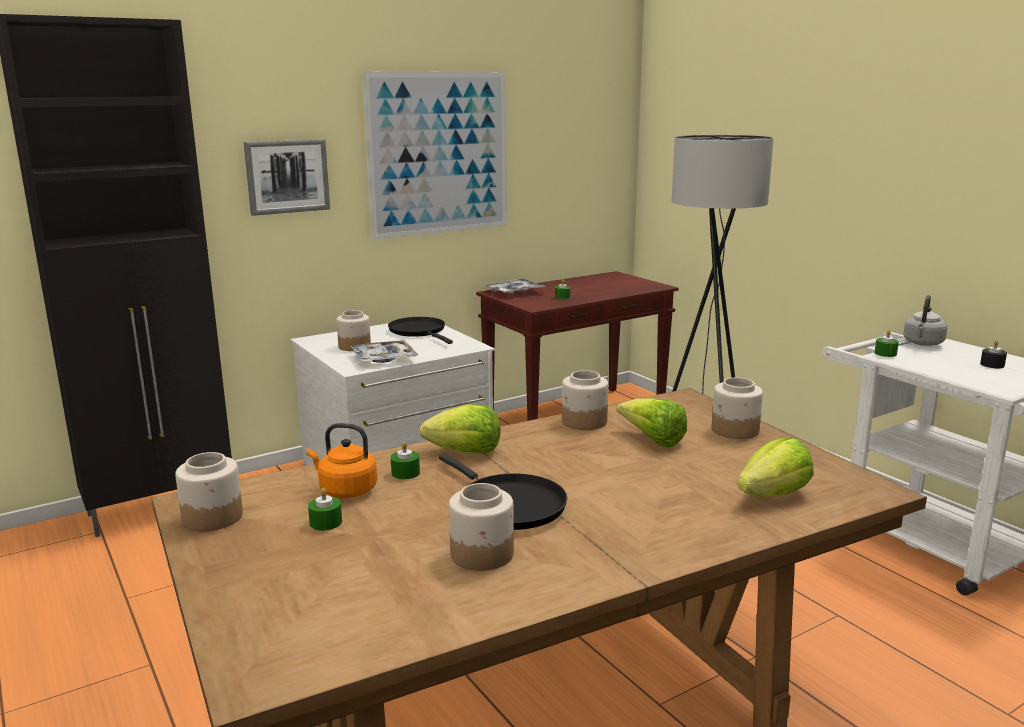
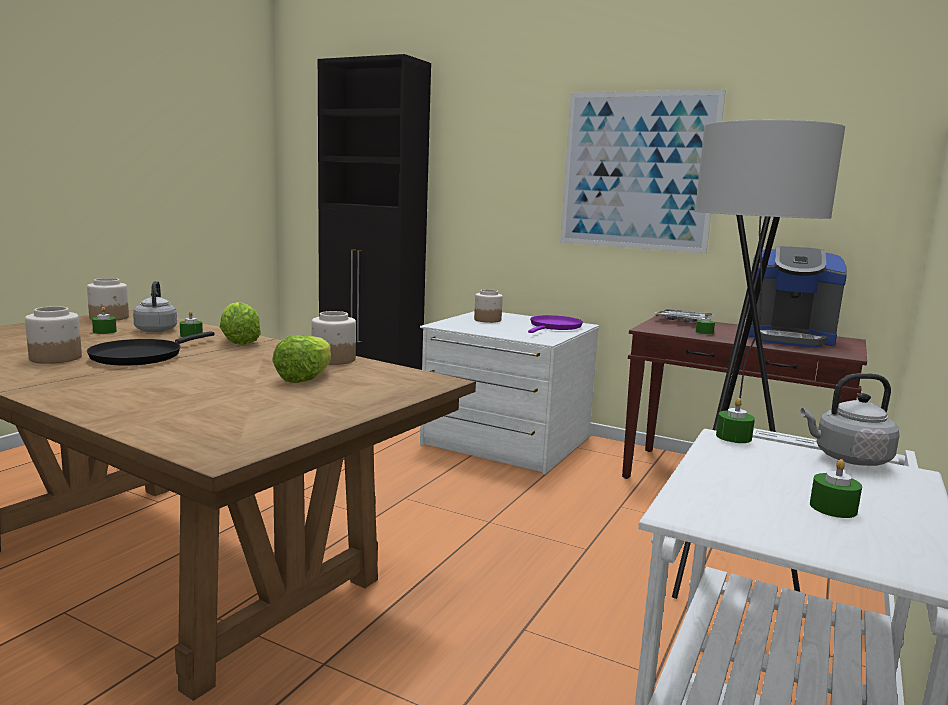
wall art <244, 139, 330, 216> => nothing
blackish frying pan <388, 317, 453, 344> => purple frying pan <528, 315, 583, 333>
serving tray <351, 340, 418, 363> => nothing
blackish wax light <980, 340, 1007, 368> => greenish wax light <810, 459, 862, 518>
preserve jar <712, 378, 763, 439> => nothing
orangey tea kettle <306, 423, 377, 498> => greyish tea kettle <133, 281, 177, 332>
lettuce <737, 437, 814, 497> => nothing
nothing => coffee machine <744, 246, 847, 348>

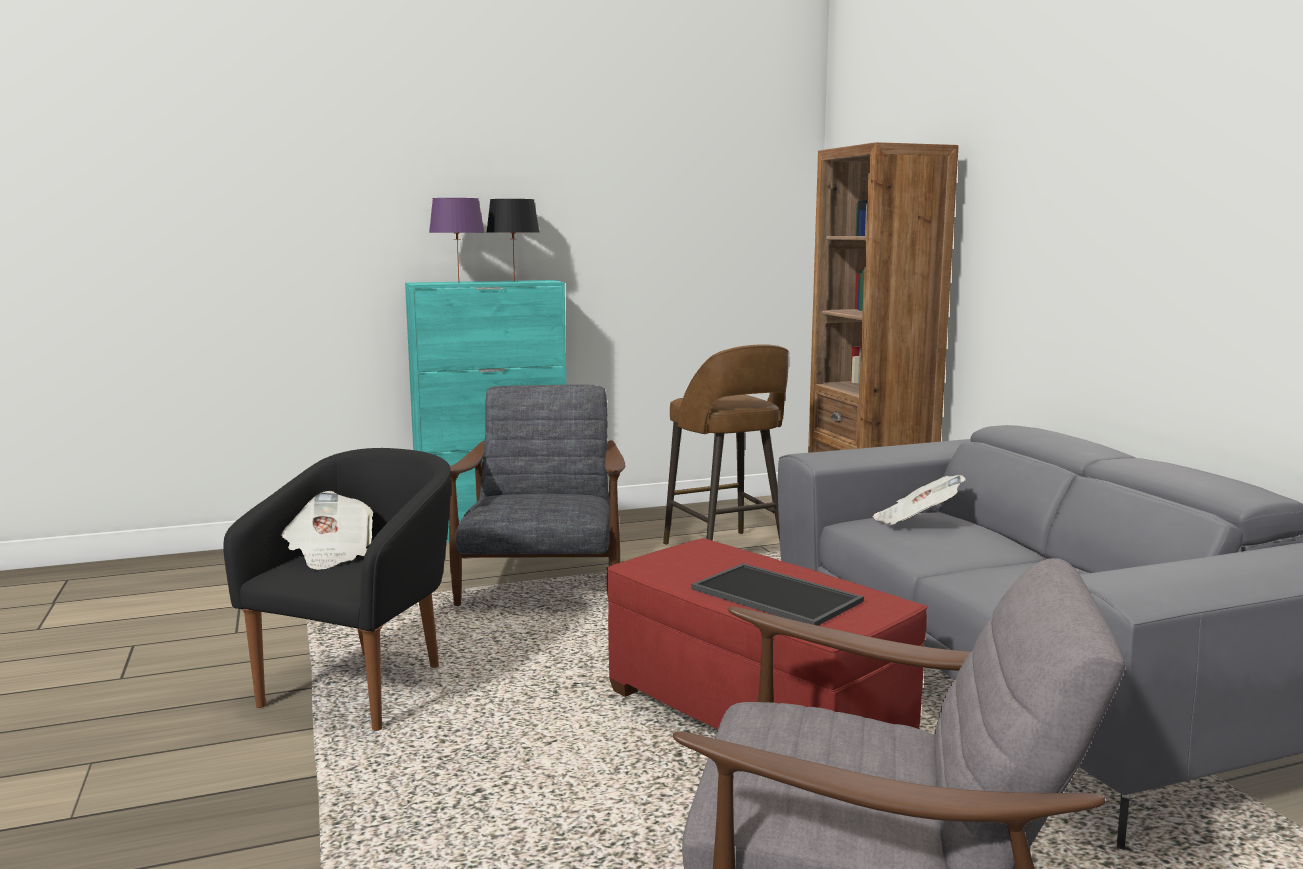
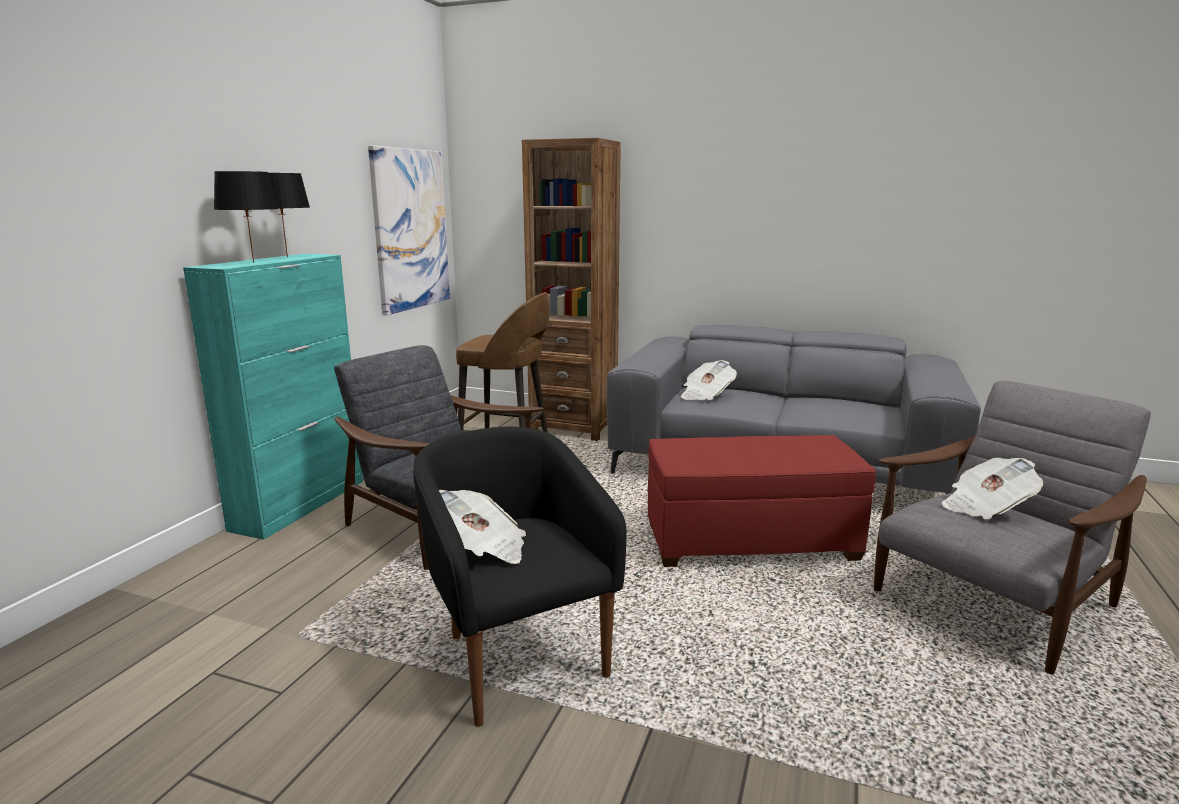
purple table lamp <429, 198, 485, 282> => blackish table lamp <214, 171, 278, 263>
serving tray <691, 563, 864, 626> => nothing
nothing => wall art <368, 145, 450, 315>
nothing => daily paper <942, 458, 1043, 519>

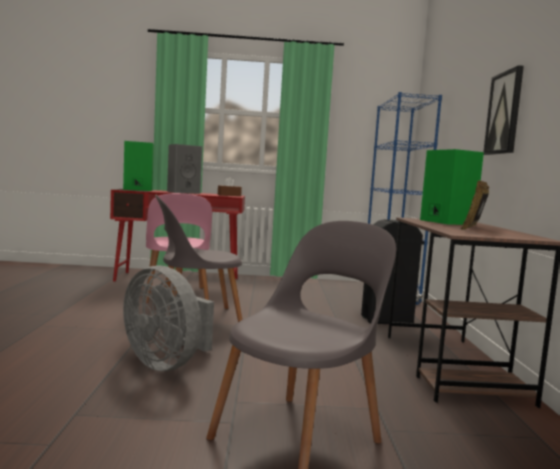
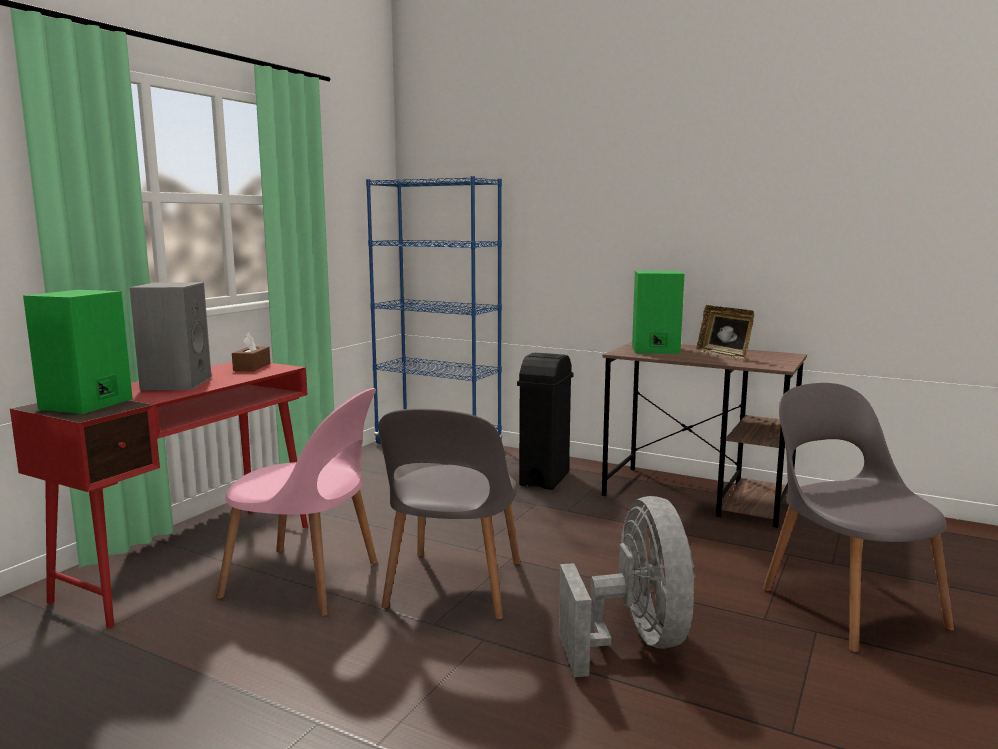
wall art <483, 65, 524, 155> => nothing
greyish fan <123, 265, 214, 371> => greyish fan <559, 496, 695, 677>, 75 degrees counterclockwise

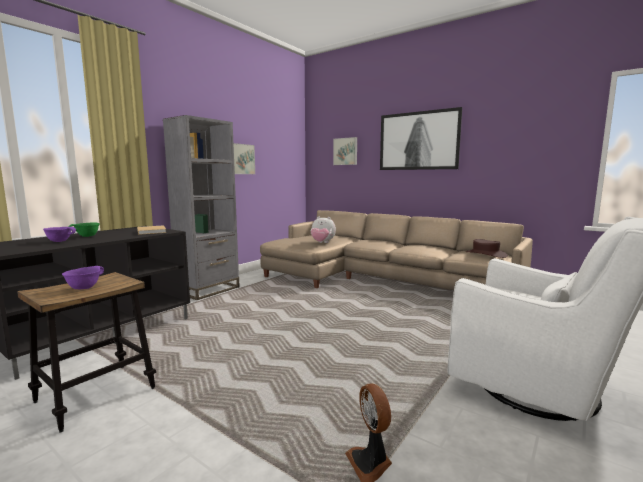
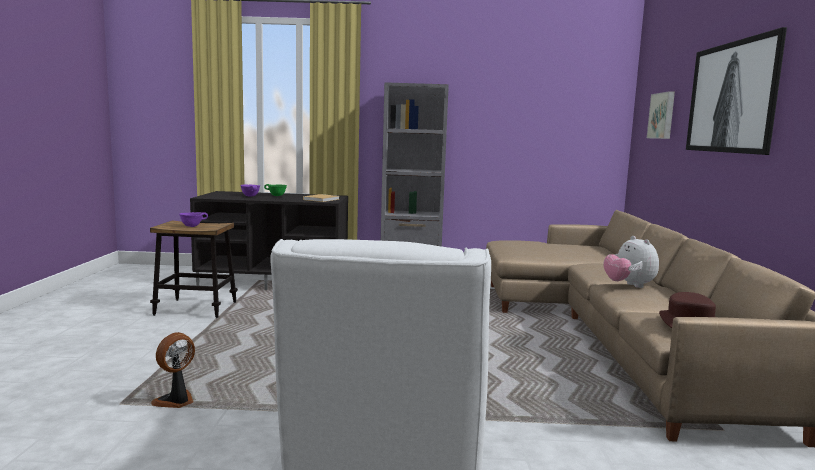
wall art <233, 143, 255, 174> => nothing
cuddly toy <311, 216, 336, 243> => cuddly toy <603, 236, 659, 288>, moved

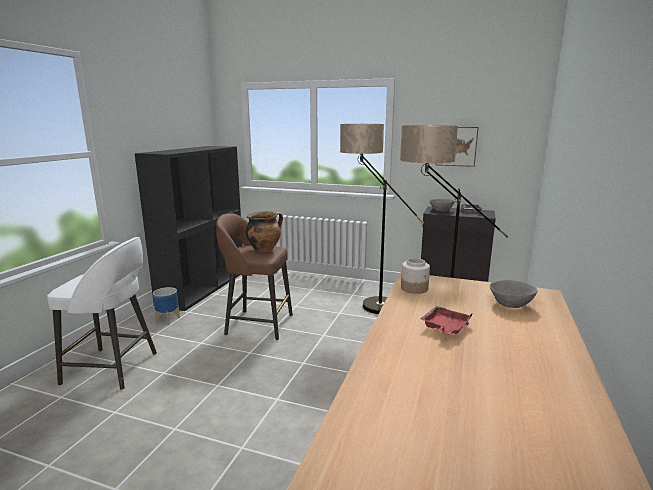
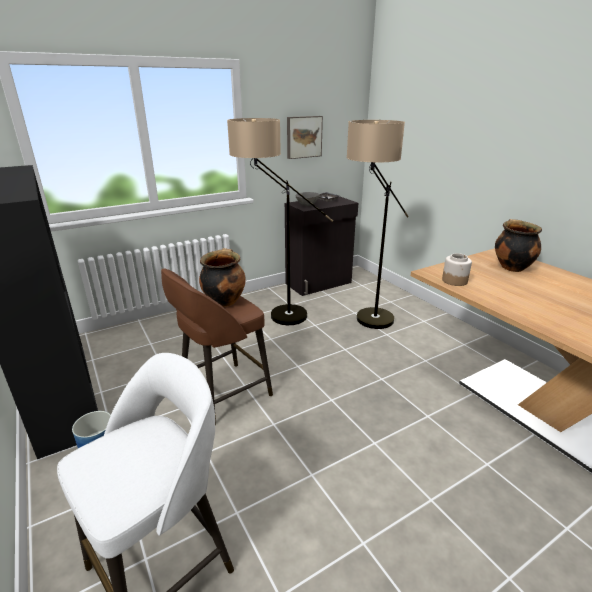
greyish deep dish <490, 280, 538, 308> => stockpot <495, 219, 542, 272>
red-coloured serving tray <420, 306, 473, 334> => nothing

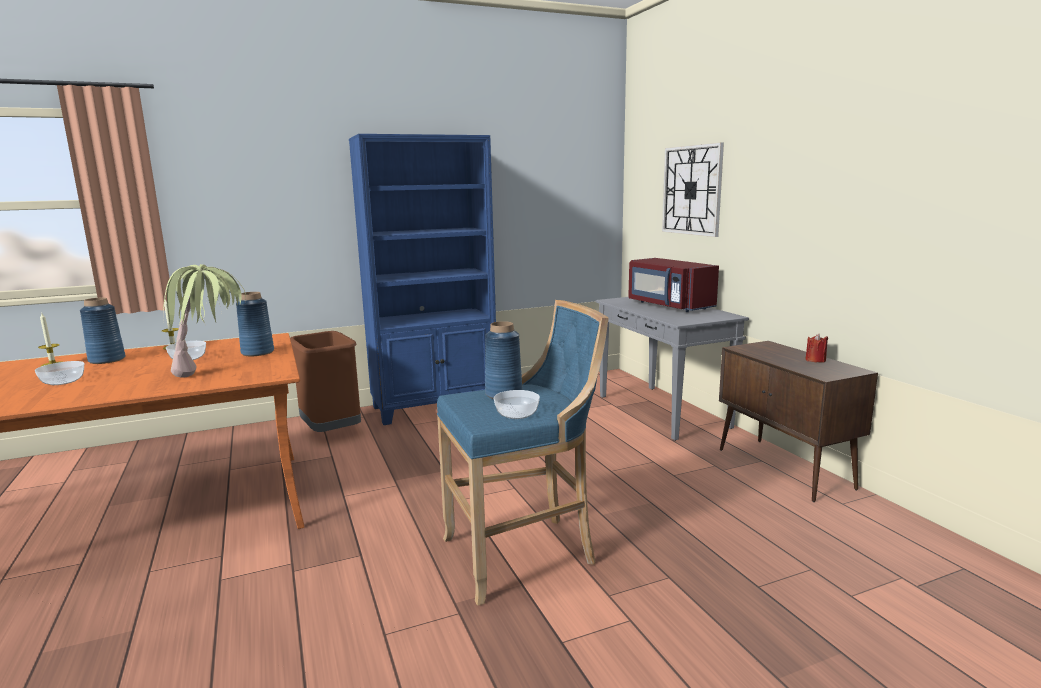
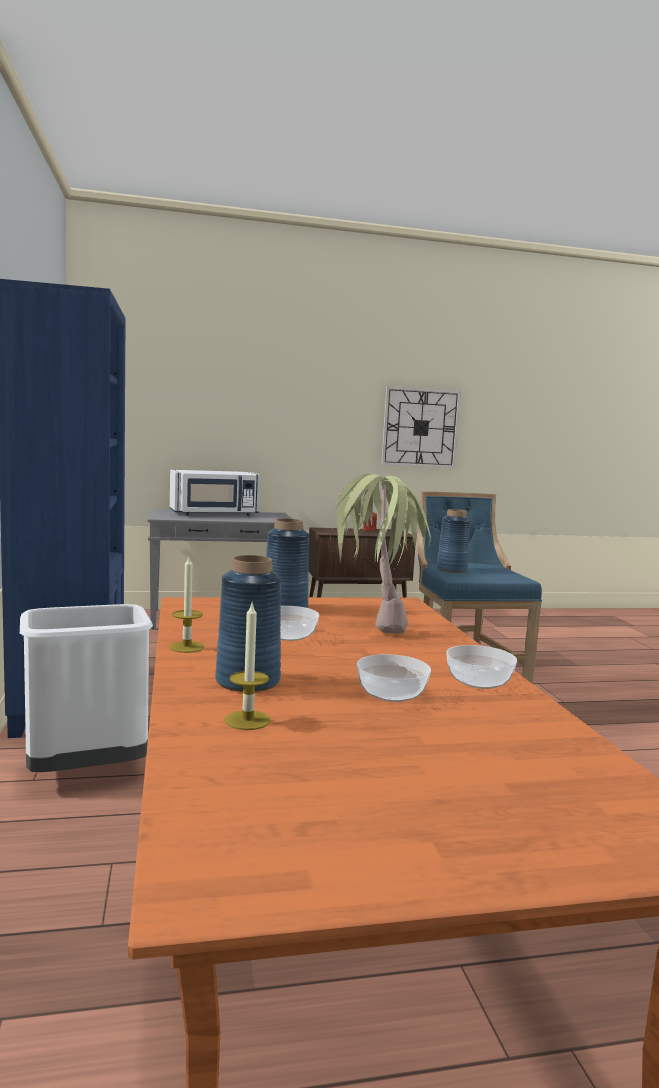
hanging clock <662, 142, 724, 237> => hanging clock <381, 386, 461, 468>, moved
red-coloured kitchen microwave <628, 258, 719, 312> => white kitchen microwave <170, 470, 260, 516>
brown waste bin <290, 331, 361, 432> => white waste bin <20, 604, 153, 772>
deep dish <494, 390, 540, 419> => deep dish <446, 645, 517, 689>, moved

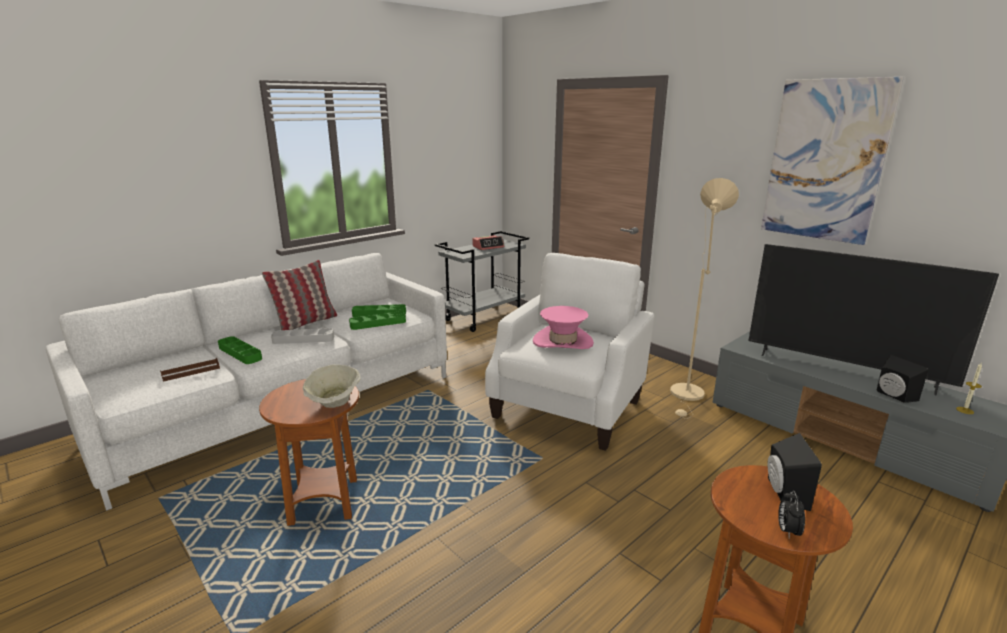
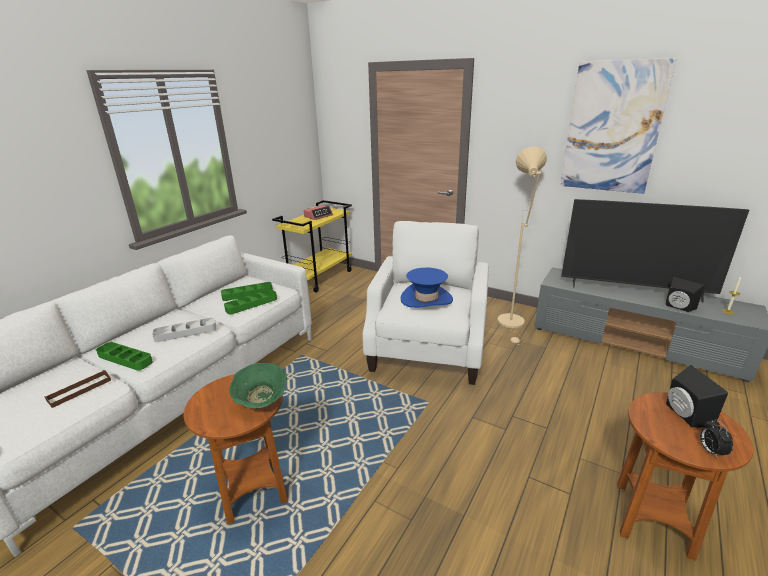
greyish cart <435, 231, 529, 332> => yellow-coloured cart <272, 200, 352, 292>
throw pillow <262, 260, 337, 330> => nothing
pinkish hat <533, 306, 594, 349> => blue hat <401, 268, 453, 308>
beige deep dish <303, 365, 360, 408> => greenish deep dish <229, 363, 287, 409>

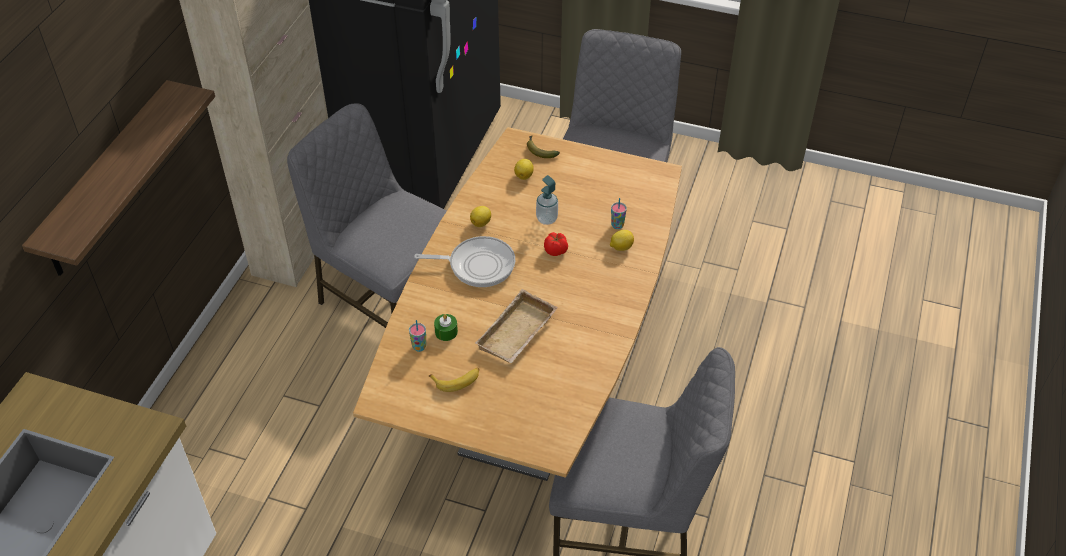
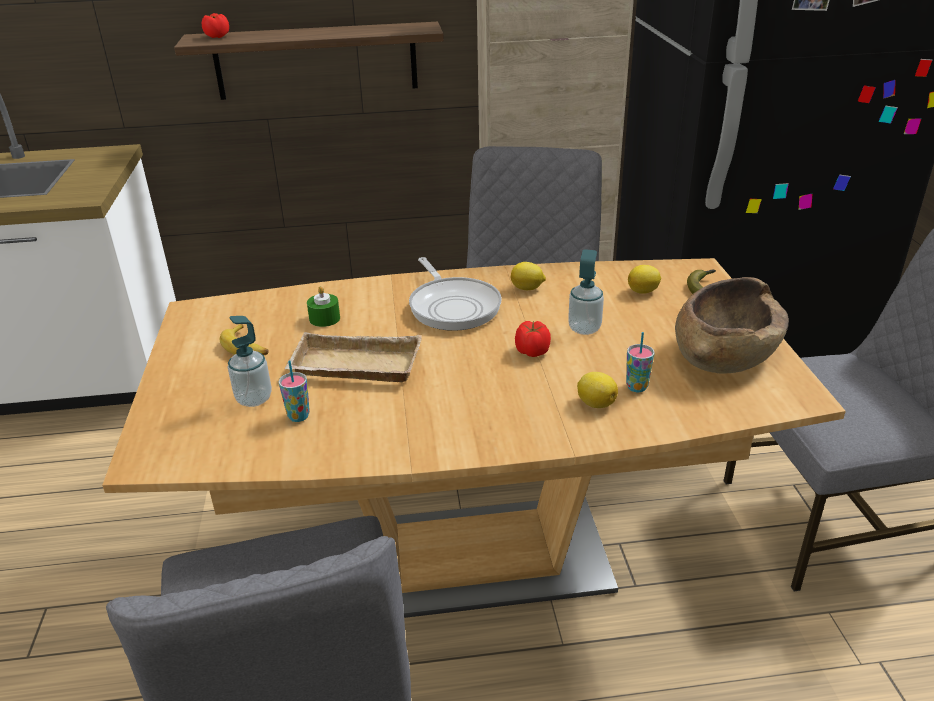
small cup <409, 320, 426, 352> => small cup <279, 360, 310, 422>, moved
nothing => fresh tomato <202, 13, 229, 38>
nothing => brown deep dish <675, 277, 789, 374>
nothing => soap bottle <228, 316, 272, 407>

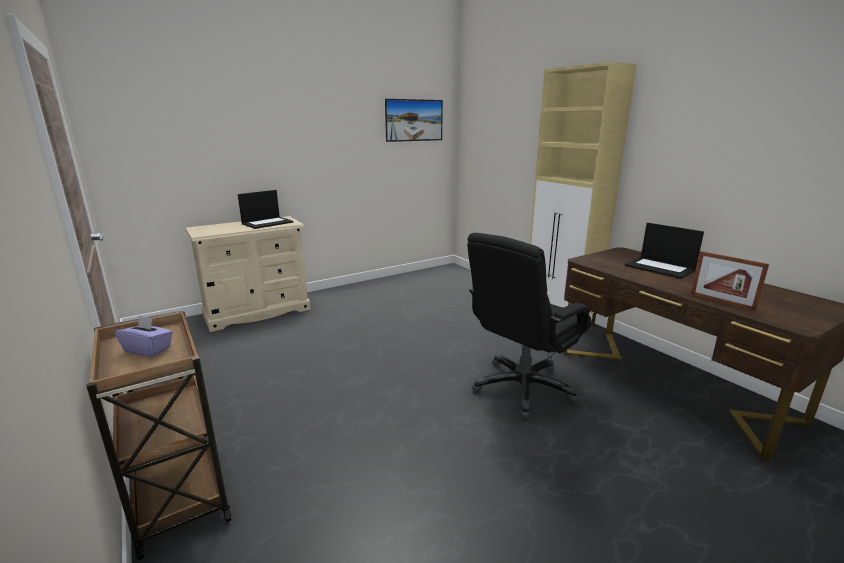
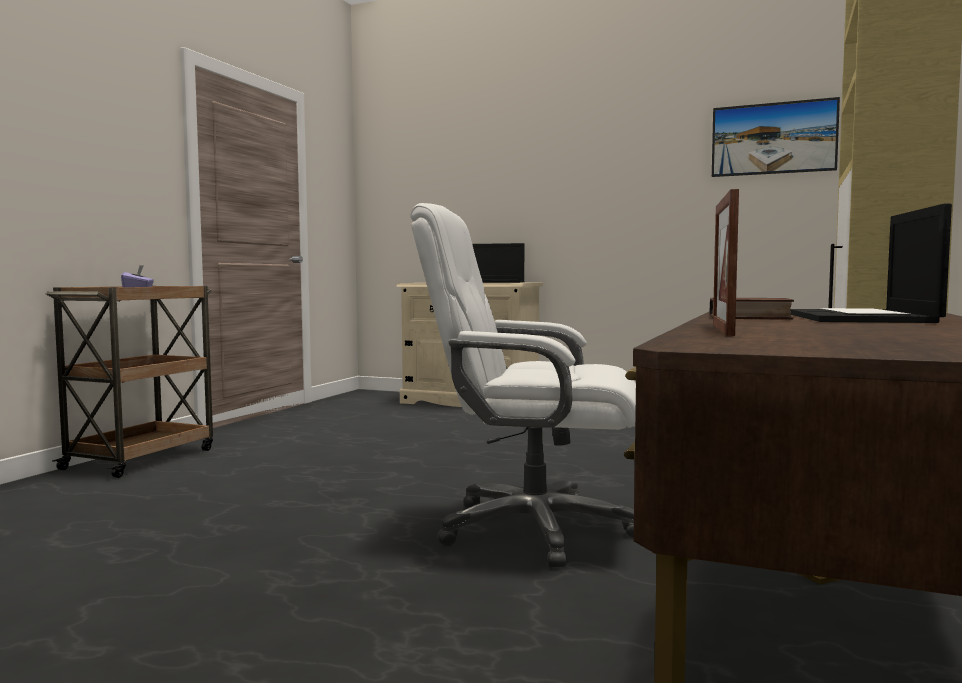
blackish desk chair <467, 233, 592, 419> => white desk chair <410, 203, 636, 568>
nothing => bound book <710, 298, 794, 320>

